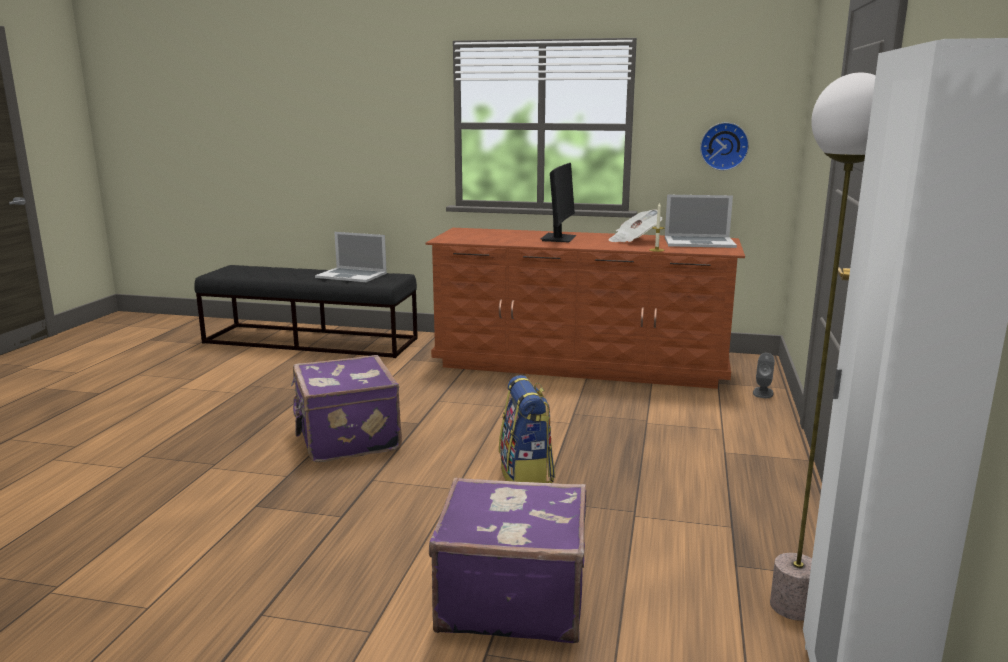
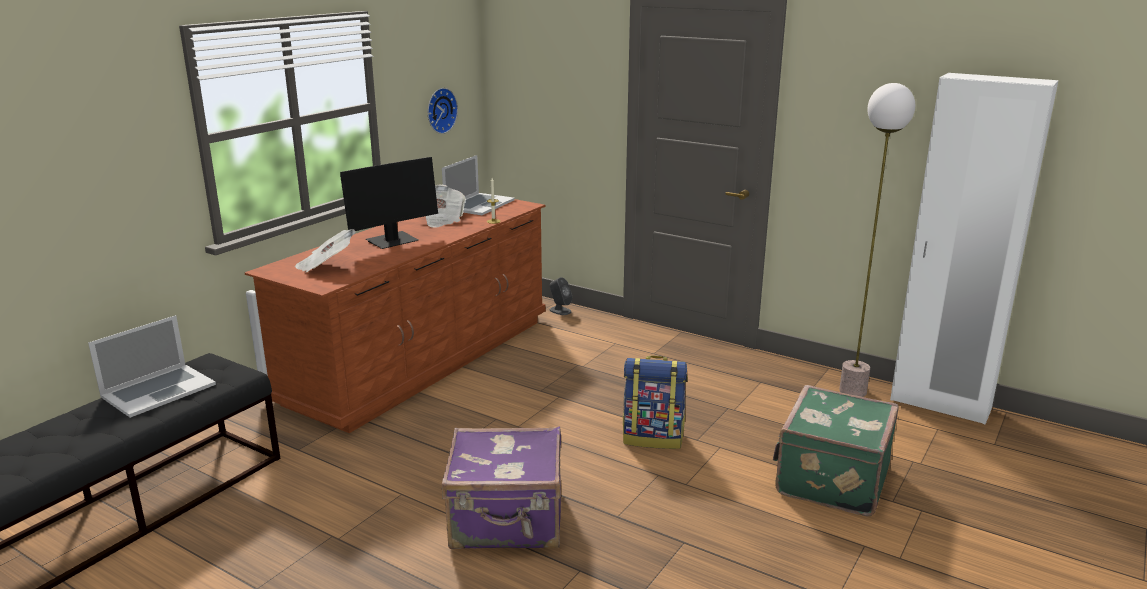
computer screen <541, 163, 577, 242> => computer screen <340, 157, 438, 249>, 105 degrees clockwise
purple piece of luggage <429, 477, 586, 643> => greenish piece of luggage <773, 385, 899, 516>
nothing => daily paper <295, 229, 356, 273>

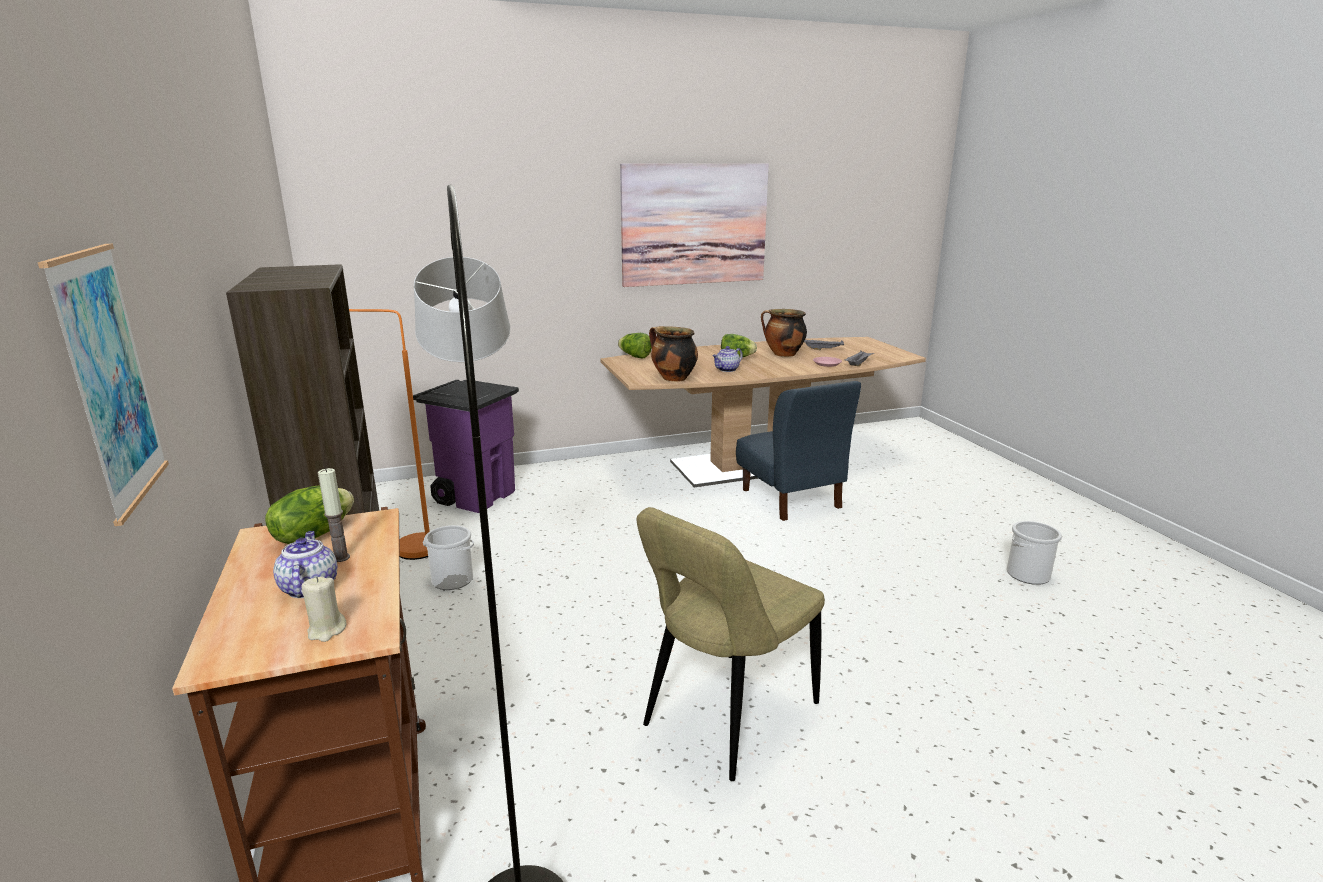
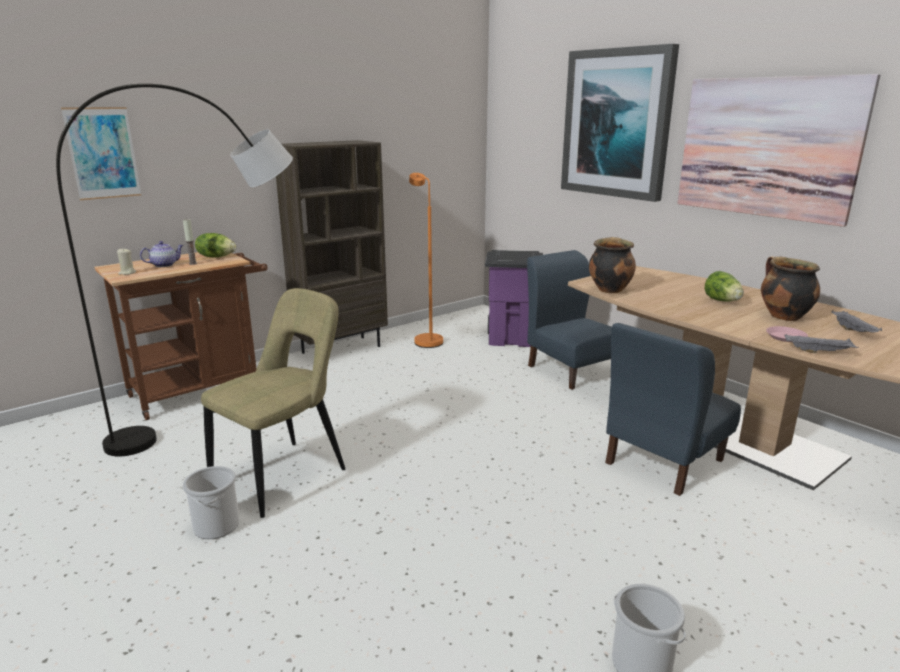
lettuce <618, 333, 652, 358> => nothing
tea pot <712, 346, 743, 372> => nothing
beige upright chair <636, 507, 825, 781> => beige upright chair <201, 288, 345, 518>, 105 degrees clockwise
pail <423, 525, 474, 590> => pail <183, 466, 240, 539>, moved
nothing => wall art <561, 44, 679, 202>
nothing => blue upright chair <527, 250, 612, 390>

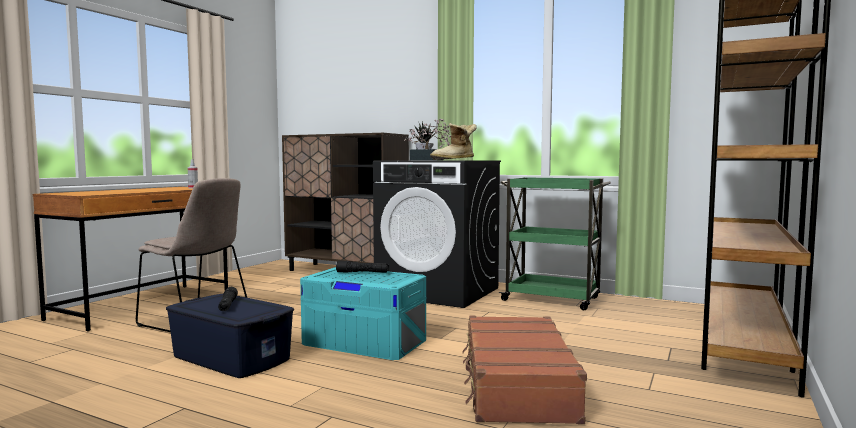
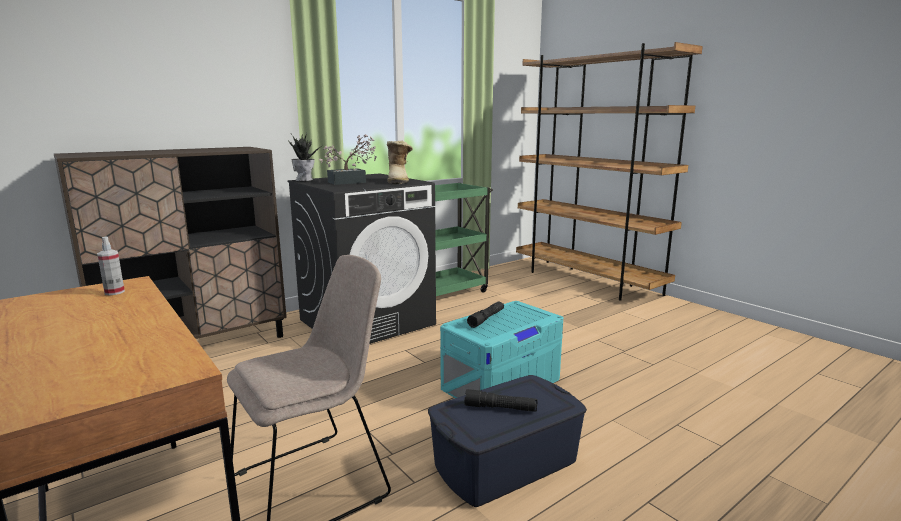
brown piece of luggage <462, 316, 587, 424> => nothing

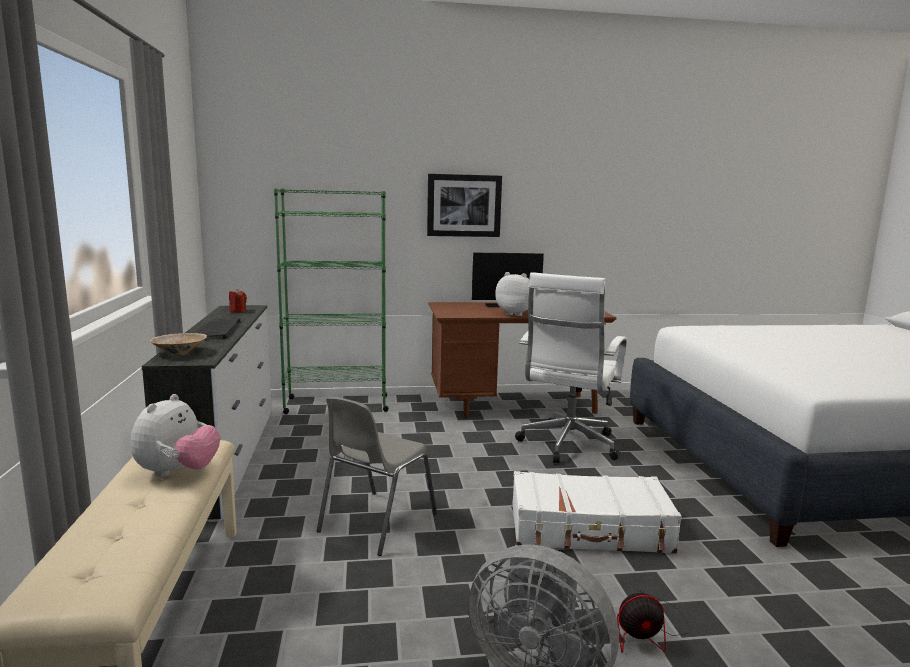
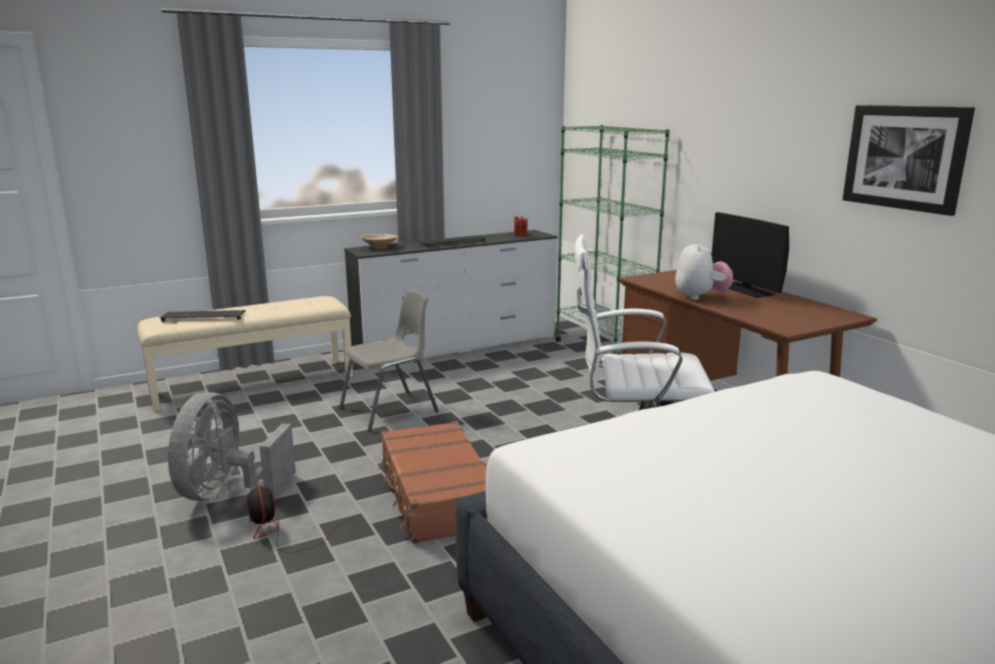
wall art <427, 174, 502, 237> => wall art <842, 105, 975, 216>, moved
cuddly toy <131, 394, 220, 478> => nothing
greyish upright chair <317, 397, 437, 556> => greyish upright chair <339, 290, 439, 432>, 135 degrees clockwise
white piece of luggage <512, 471, 682, 554> => brown piece of luggage <378, 421, 487, 544>
nothing => computer keyboard <160, 310, 246, 322>

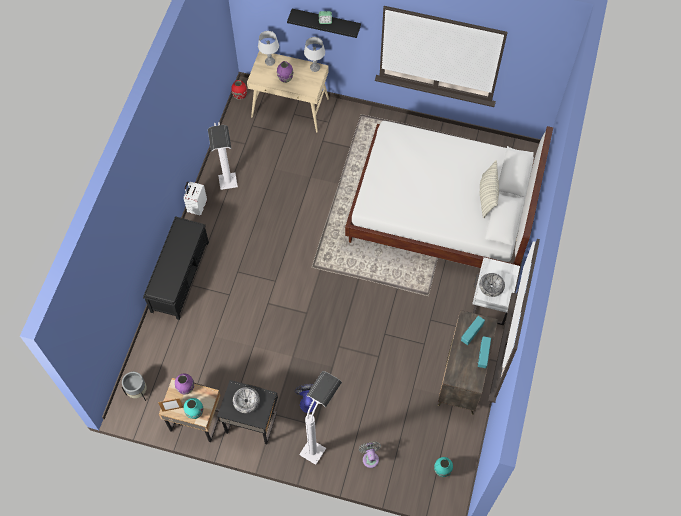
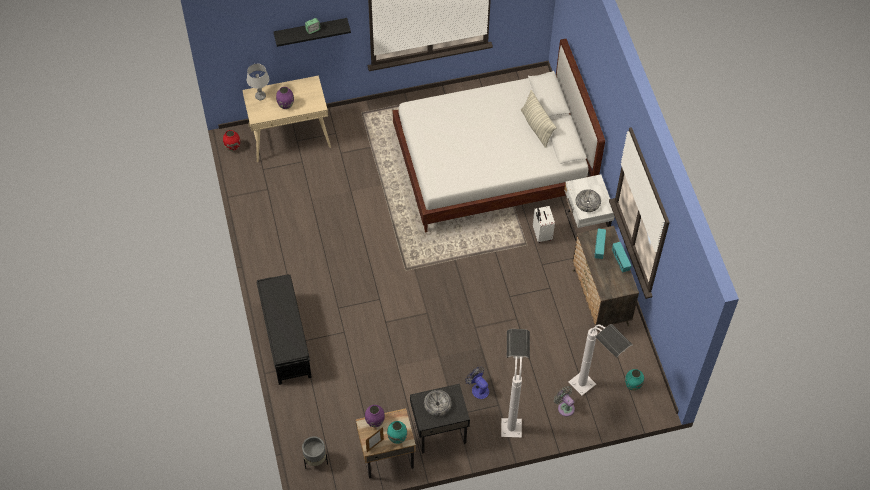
greyish table lamp <304, 37, 325, 72> => nothing
white standing lamp <208, 122, 238, 190> => white standing lamp <569, 324, 633, 395>, moved
white piece of luggage <183, 181, 207, 216> => white piece of luggage <533, 206, 555, 243>, moved

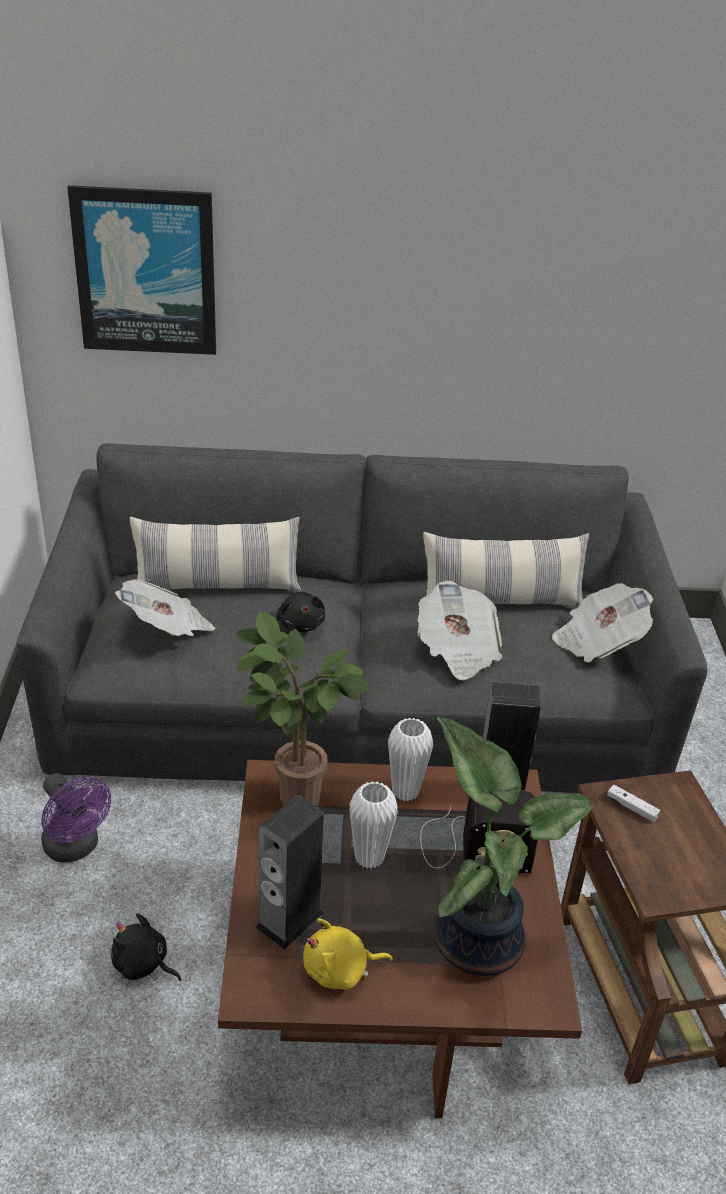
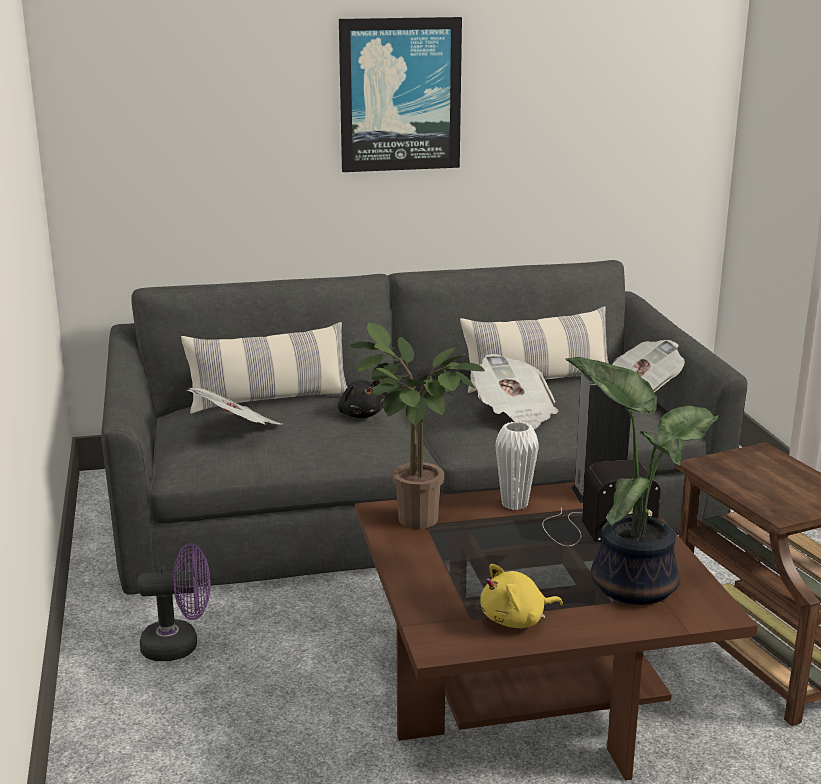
wall art <67, 185, 216, 355> => wall art <339, 17, 462, 172>, moved
purple fan <41, 773, 111, 863> => purple fan <138, 543, 211, 661>, 45 degrees counterclockwise
white flower vase <349, 781, 398, 869> => nothing
white gamepad <607, 785, 660, 822> => nothing
speaker <255, 795, 324, 950> => nothing
blackish cuddly toy <111, 913, 181, 981> => nothing

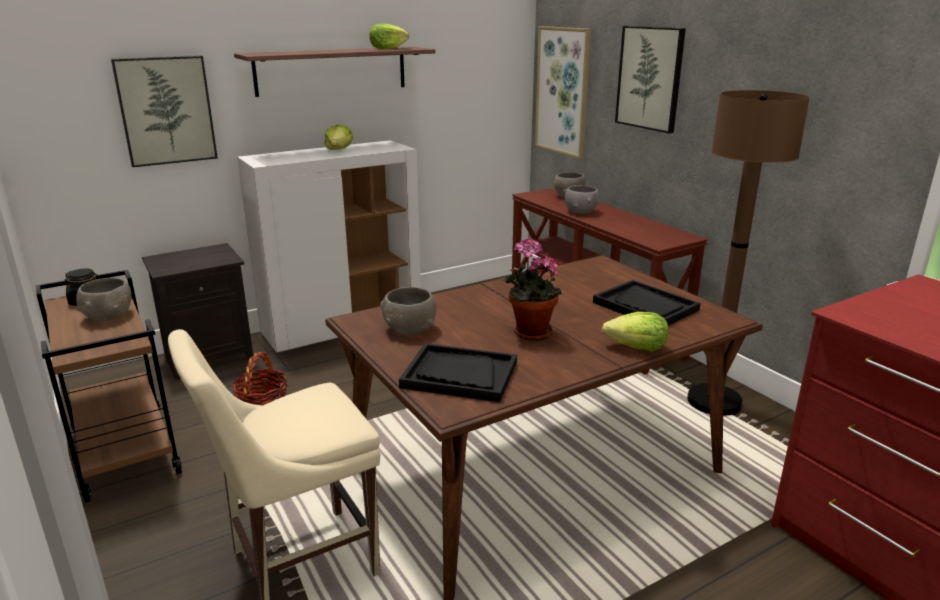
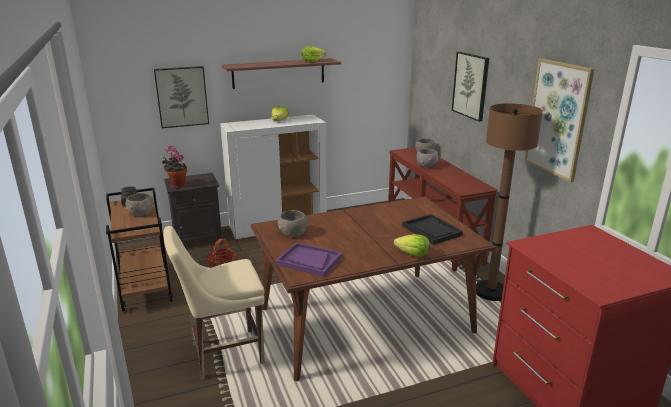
wall art <535, 26, 591, 158> => wall art <524, 59, 594, 182>, moved
plant in a pot <503, 238, 562, 341> => plant in a pot <162, 146, 187, 188>, moved
blackish serving tray <399, 343, 517, 402> => purple serving tray <275, 242, 342, 277>

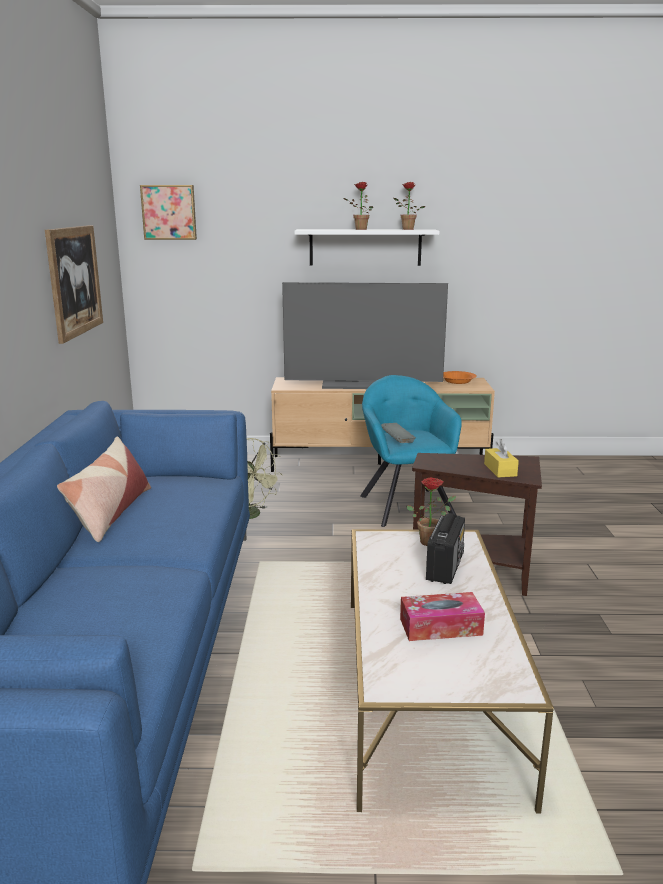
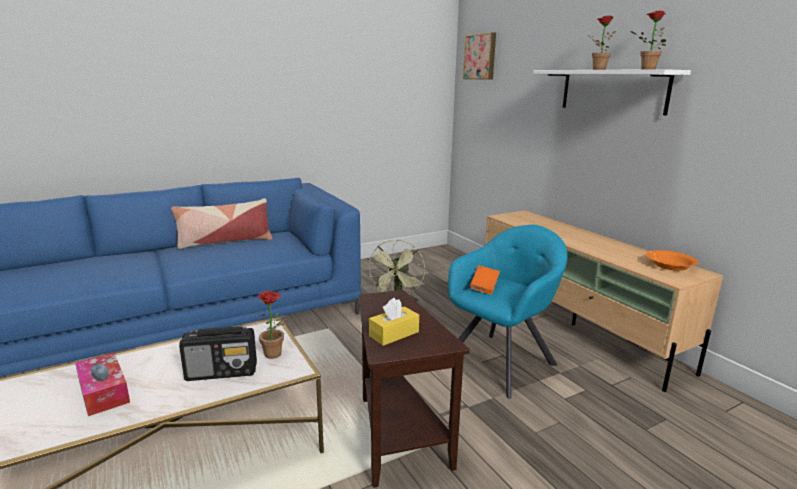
wall art <45, 225, 103, 344> => nothing
television <282, 282, 448, 389> => nothing
greyish bound book <381, 423, 416, 443> => orangey bound book <469, 265, 500, 294>

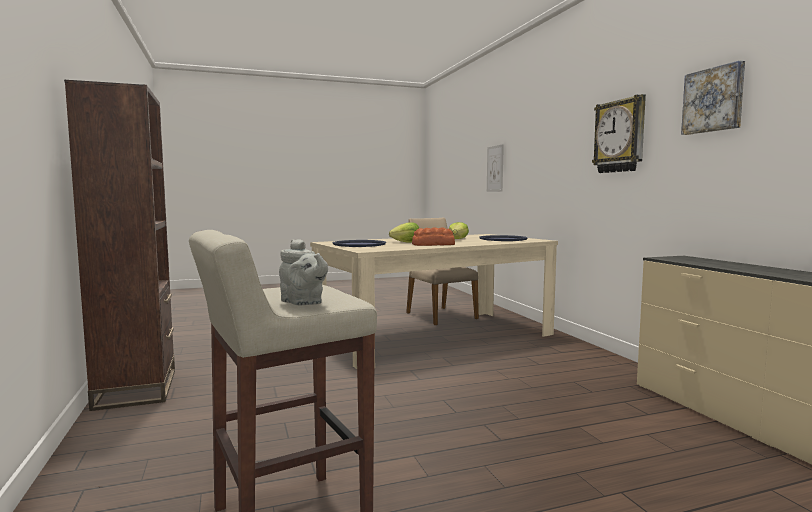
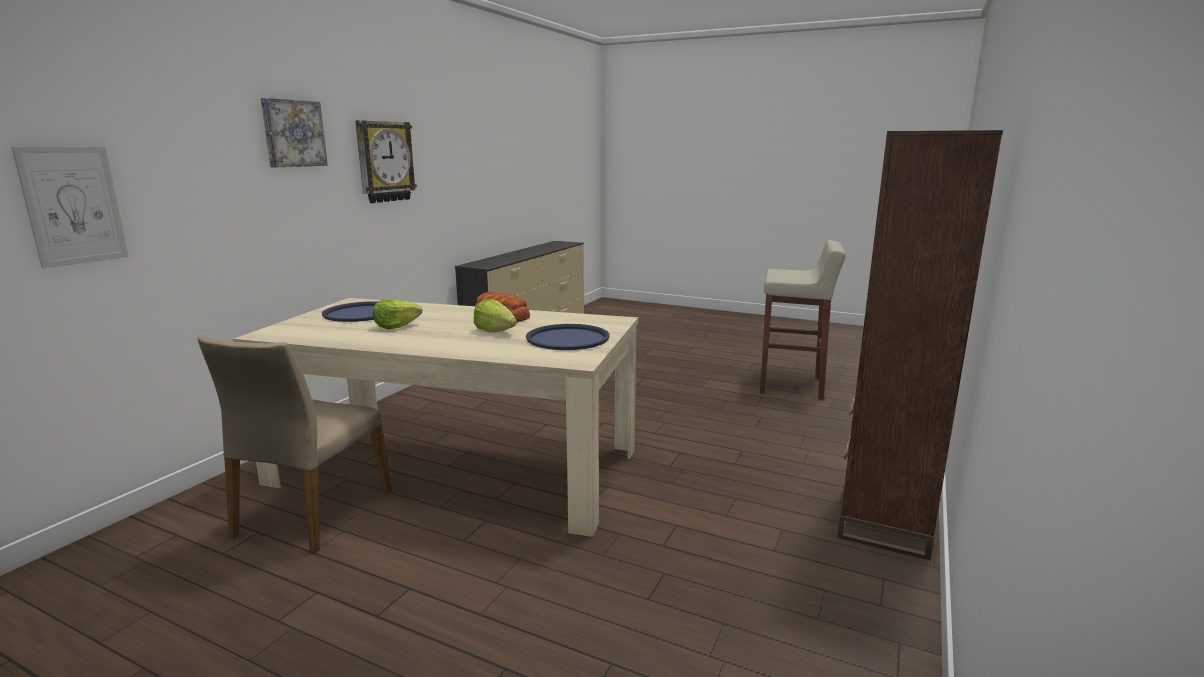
wall art <681, 60, 745, 135> => wall art <261, 98, 328, 167>, moved
greyish tea pot <279, 239, 328, 305> => nothing

